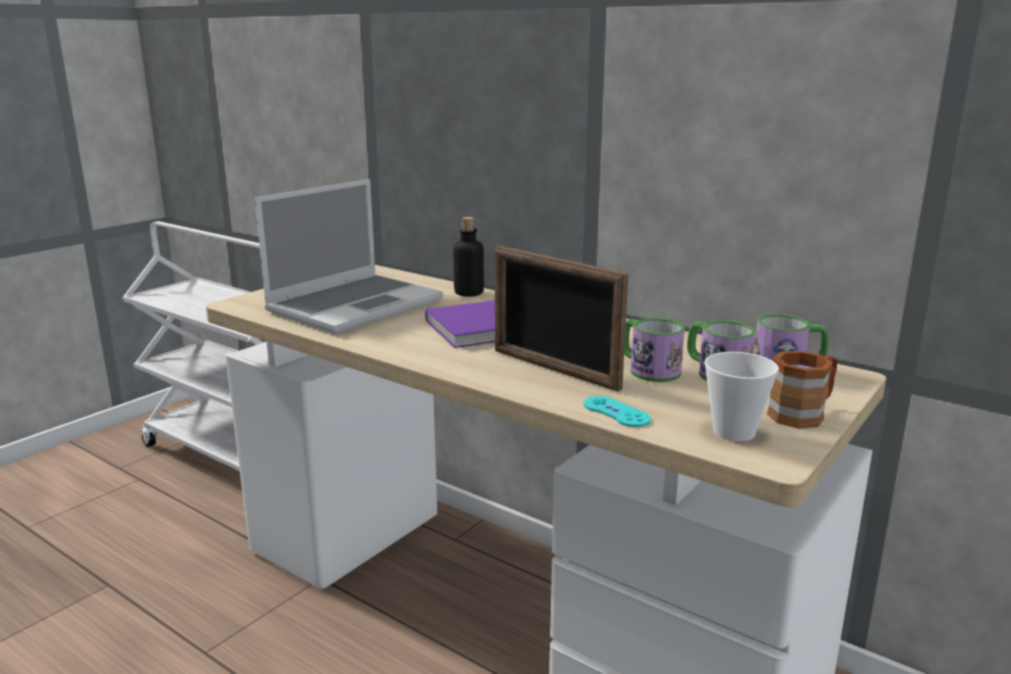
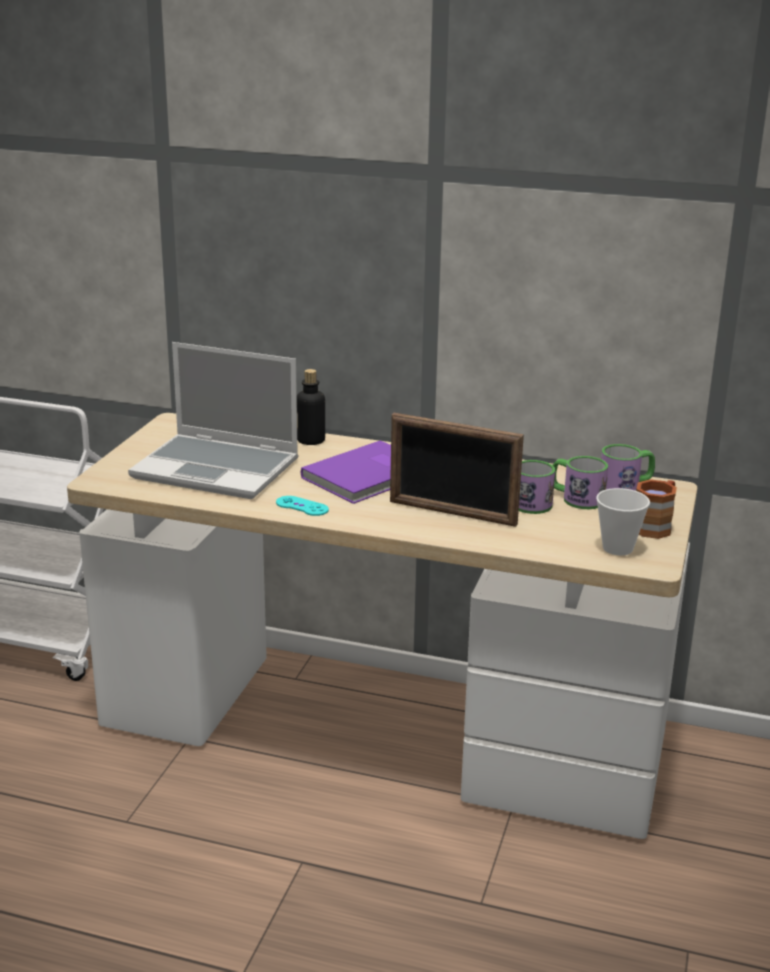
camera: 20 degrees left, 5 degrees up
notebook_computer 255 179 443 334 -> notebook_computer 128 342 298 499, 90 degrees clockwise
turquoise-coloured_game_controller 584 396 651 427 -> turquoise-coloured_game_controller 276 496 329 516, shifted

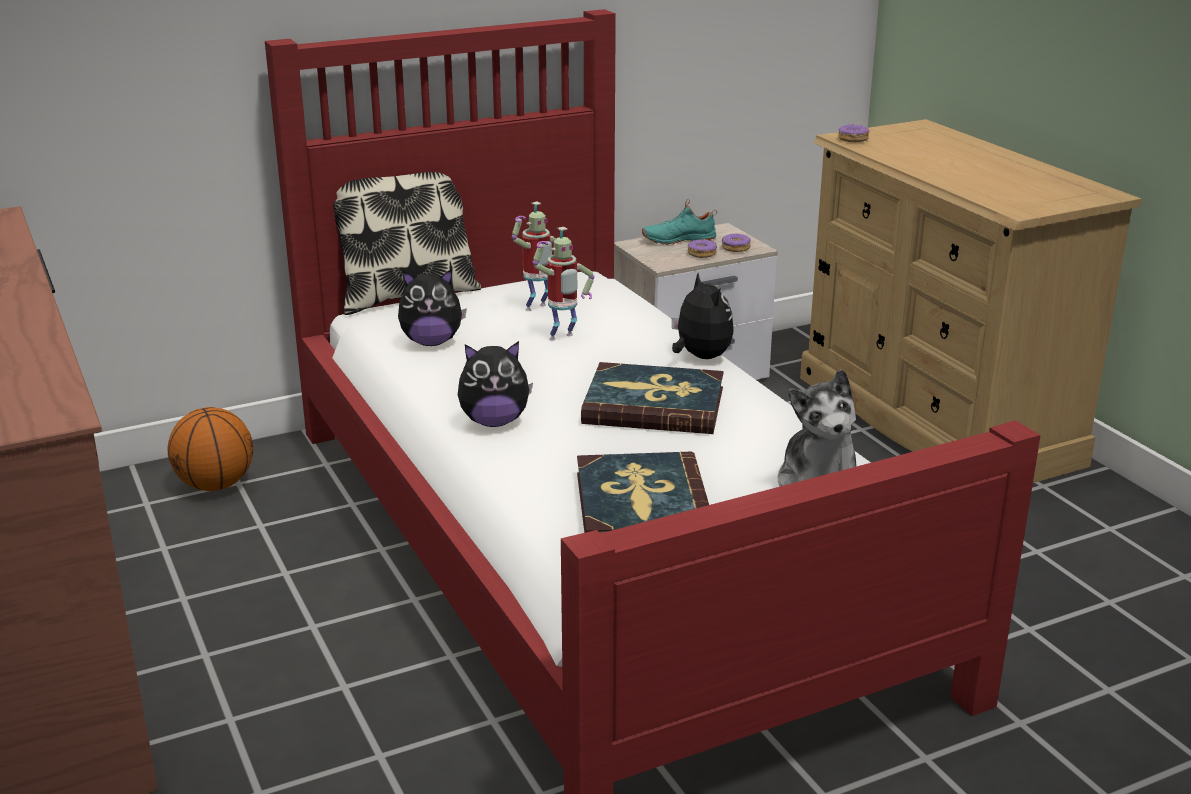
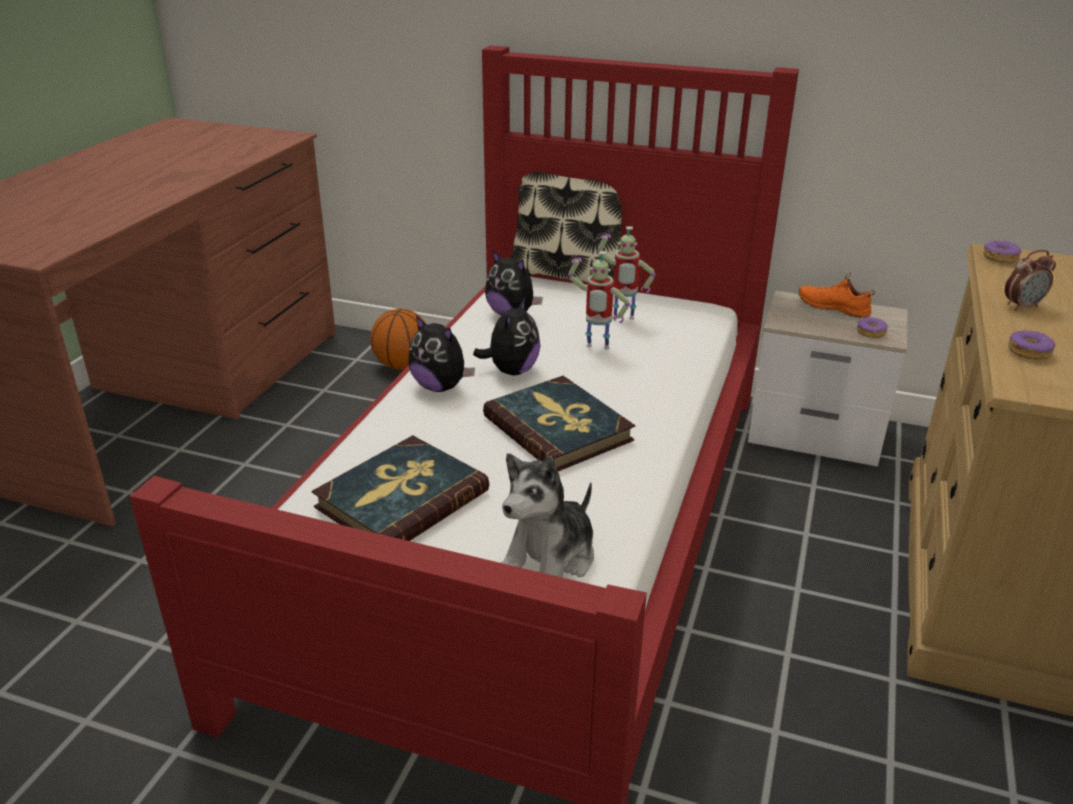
camera: 45 degrees right, 5 degrees up
turquoise-coloured_shoe 642 199 717 245 -> orangey_shoe 799 272 875 318
soft_toy 672 273 733 359 -> soft_toy 473 298 540 375, shifted
donut 688 239 717 258 -> donut 1008 330 1056 360, shifted
none -> table_clock 1005 250 1056 311

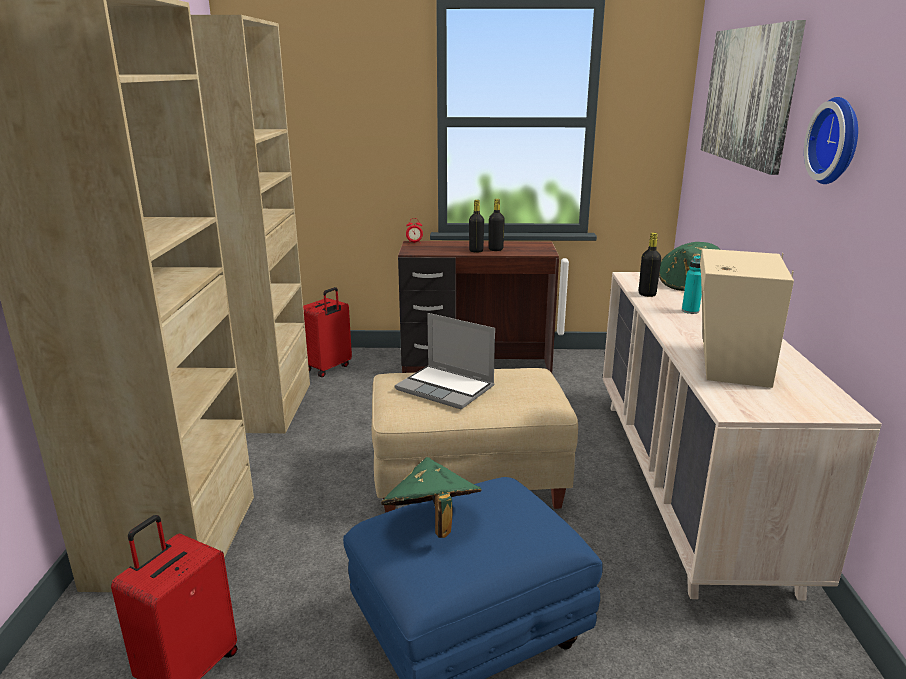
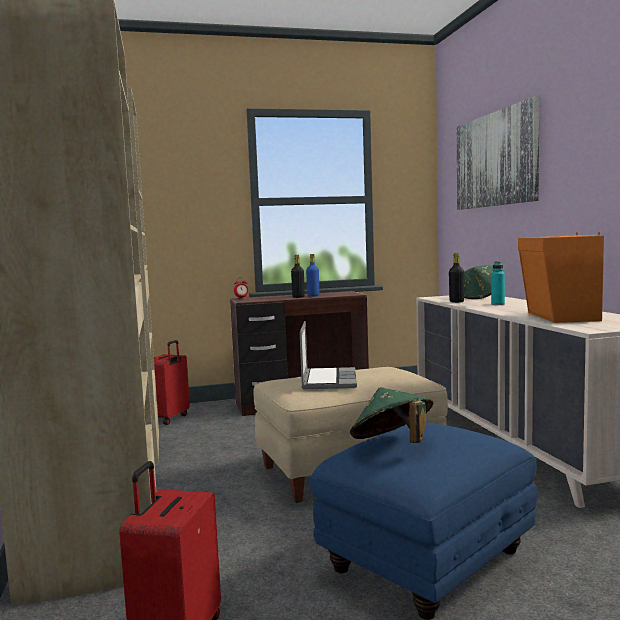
camera: 15 degrees left, 15 degrees down
notebook_computer 395 313 495 409 -> notebook_computer 300 321 357 389, 105 degrees counterclockwise
black-coloured_drink_bottle 489 199 505 251 -> blue_drink_bottle 306 254 319 297
sand-coloured_audio_speaker 700 249 794 388 -> orangey_audio_speaker 518 232 604 323
hanging_clock 804 97 858 184 -> none

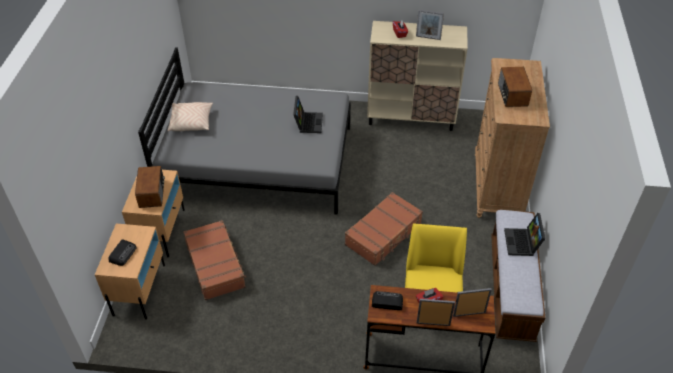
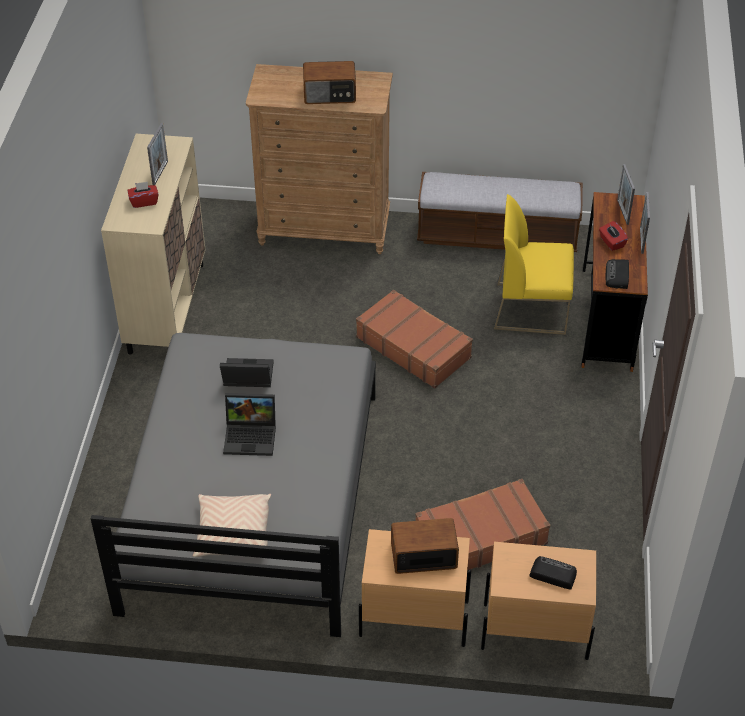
camera: 90 degrees left, 0 degrees up
notebook_computer 504 213 545 256 -> notebook_computer 223 393 276 456, shifted

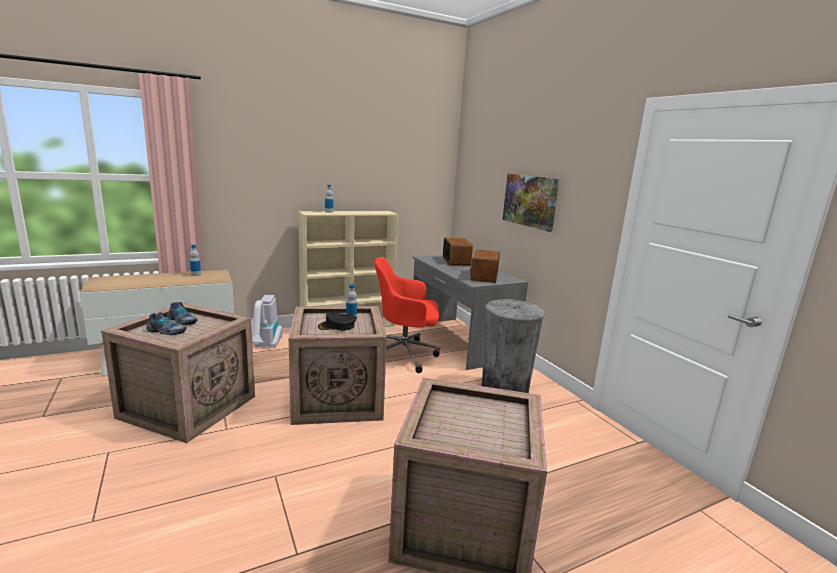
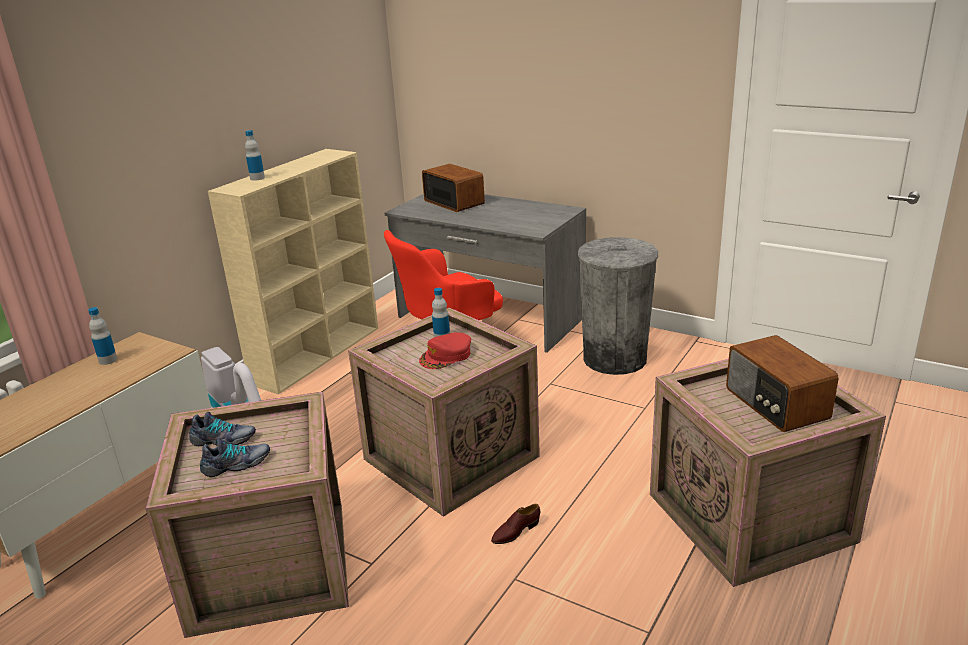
camera: 30 degrees left, 10 degrees up
black-coloured_cap 318 312 357 331 -> red_cap 419 332 471 369
radio_receiver 469 249 500 283 -> radio_receiver 726 335 839 432, shifted
wall_picture 502 173 559 232 -> none
none -> brown-coloured_shoe 491 504 540 544

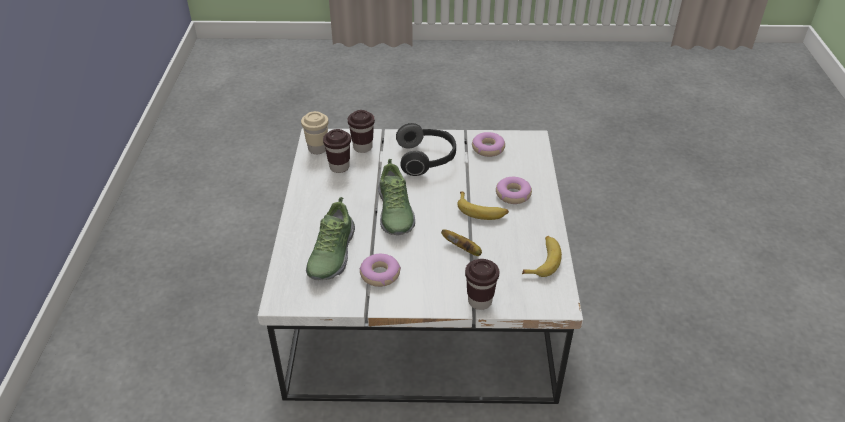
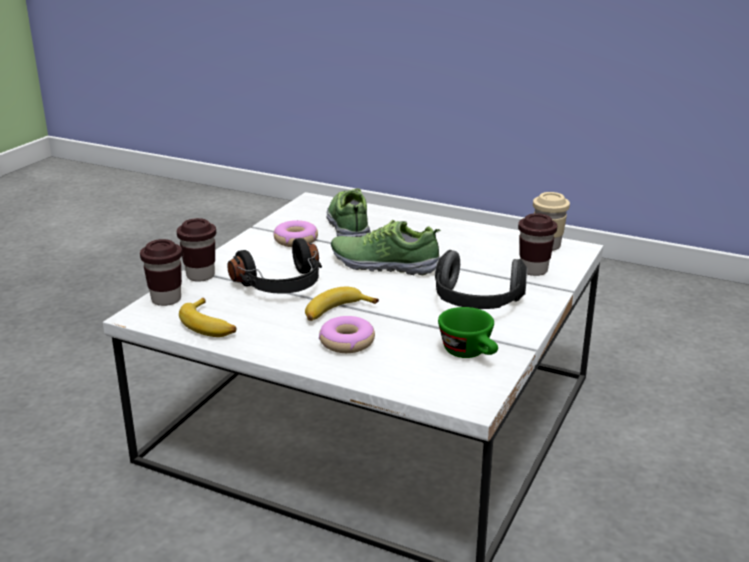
camera: 115 degrees right, 15 degrees down
shoe 306 197 355 280 -> shoe 326 188 371 237, 45 degrees clockwise
brown-coloured_cup 323 129 351 173 -> brown-coloured_cup 140 239 182 306, shifted
banana 441 229 482 256 -> black-coloured_pair_of_headphones 227 238 322 294
donut 472 132 505 157 -> greenish_cup 438 307 498 358

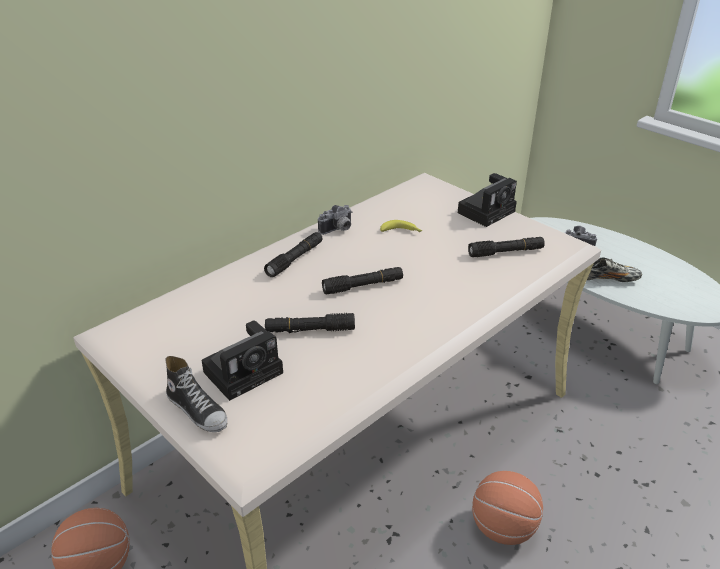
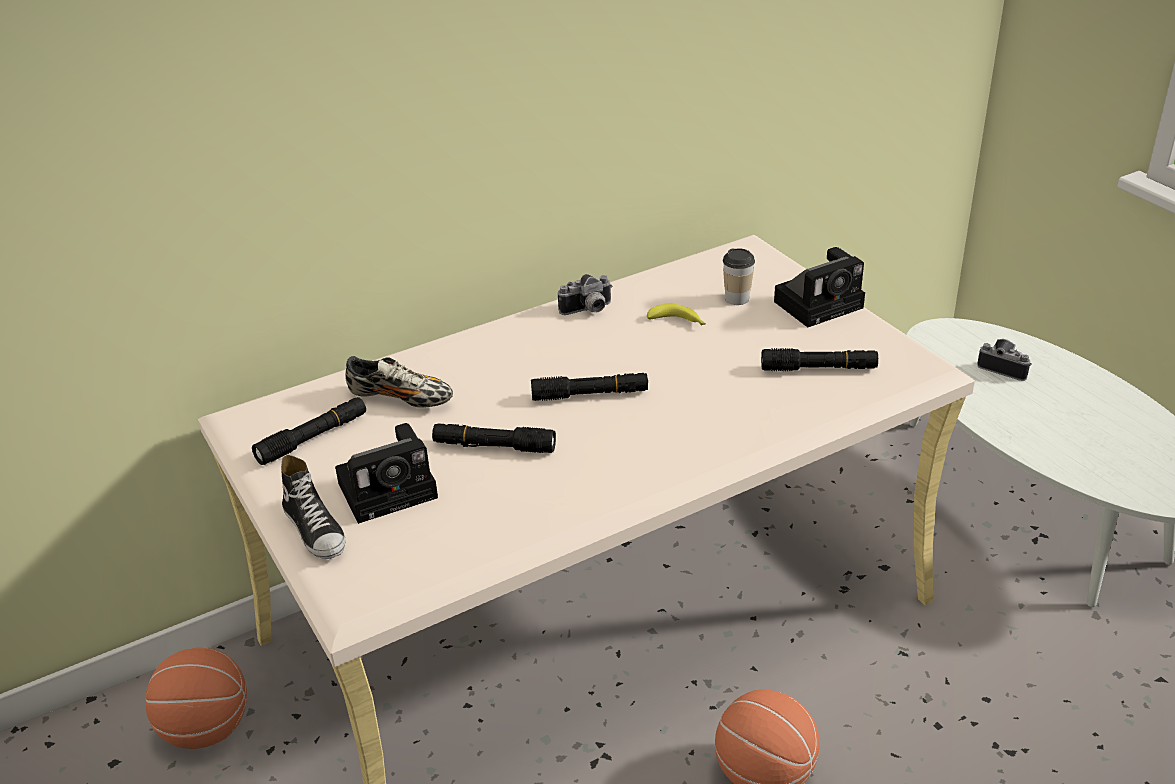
camera: 15 degrees right, 0 degrees up
black-coloured_torch 264 232 323 277 -> black-coloured_torch 252 397 366 465, shifted
shoe 587 257 642 282 -> shoe 345 356 453 408, shifted
none -> cup 723 248 755 305

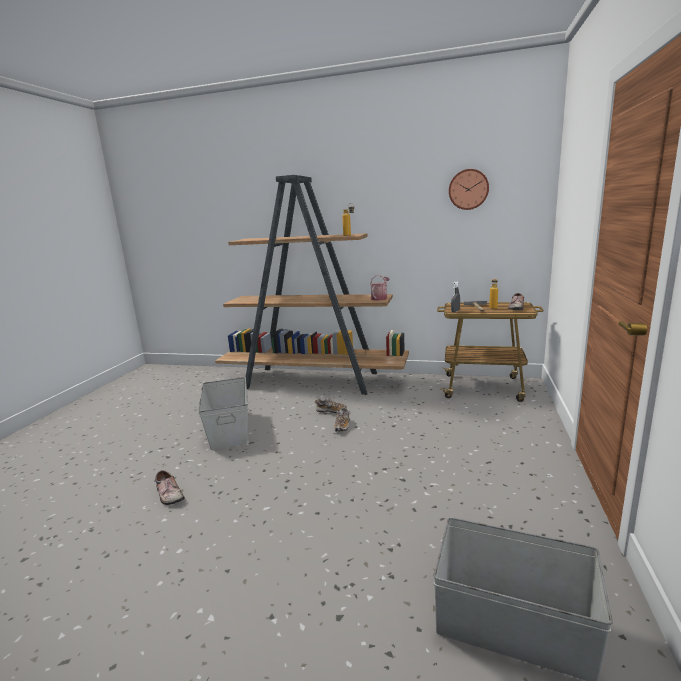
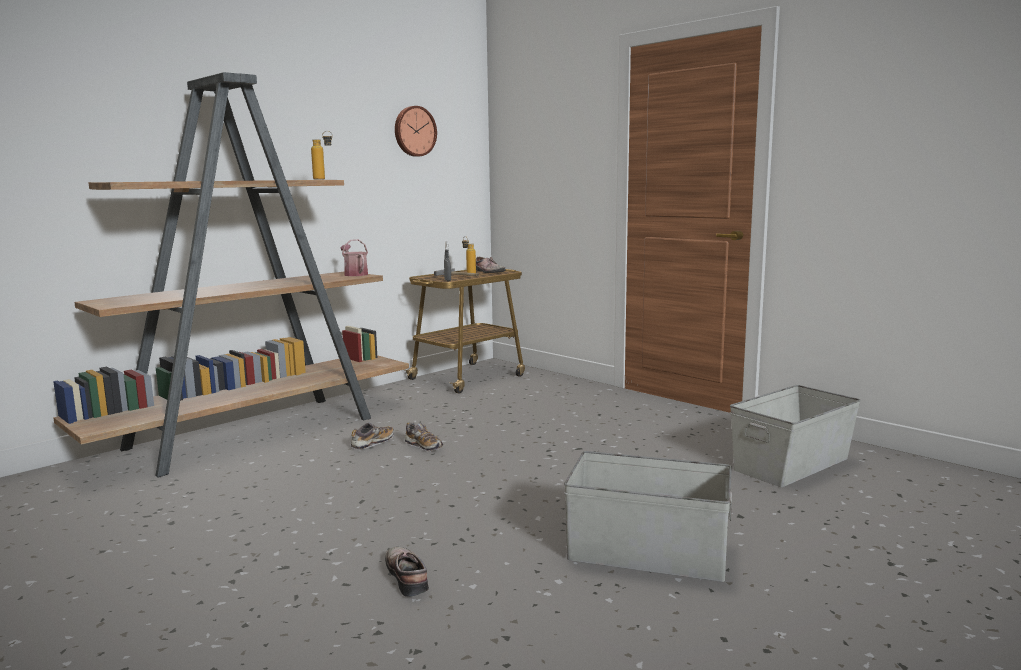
camera: 60 degrees left, 5 degrees down
shoe 156 470 185 505 -> shoe 385 547 429 597, 105 degrees counterclockwise
gray_storage_box 198 377 248 450 -> gray_storage_box 564 451 732 582, shifted

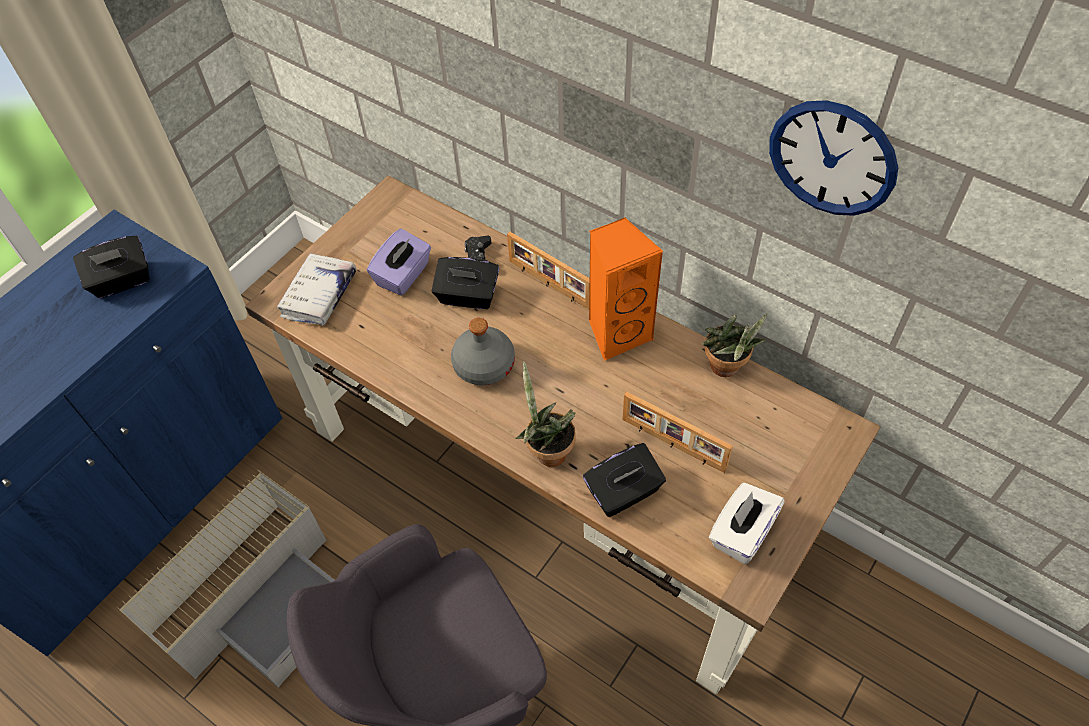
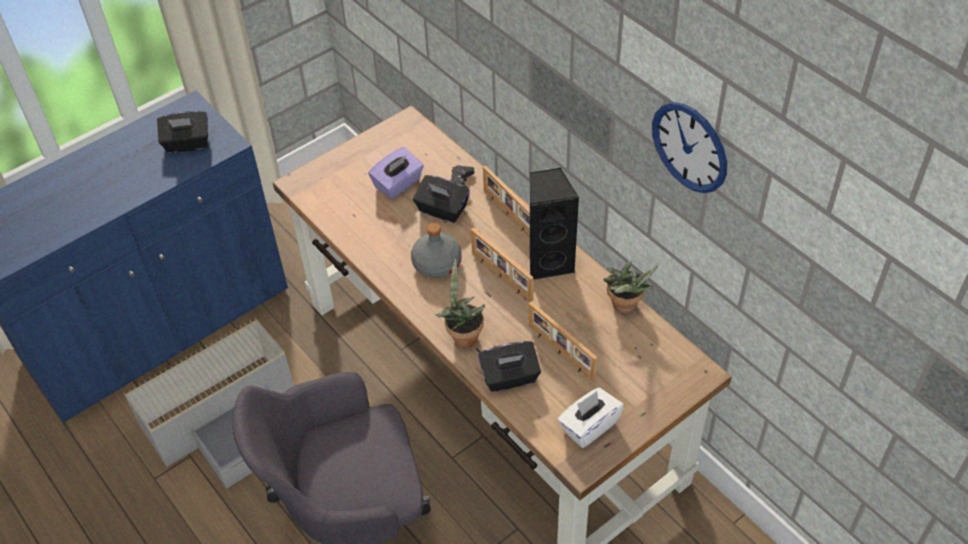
camera: 15 degrees right, 5 degrees down
white_volume 277 253 356 326 -> none
orangey_audio_speaker 589 217 663 361 -> black-coloured_audio_speaker 530 168 579 280
none -> picture_frame 471 228 533 302

